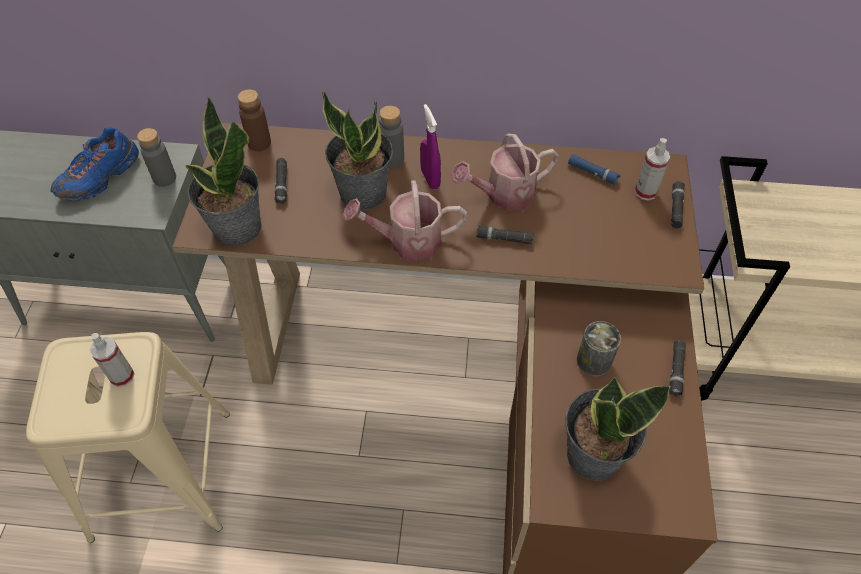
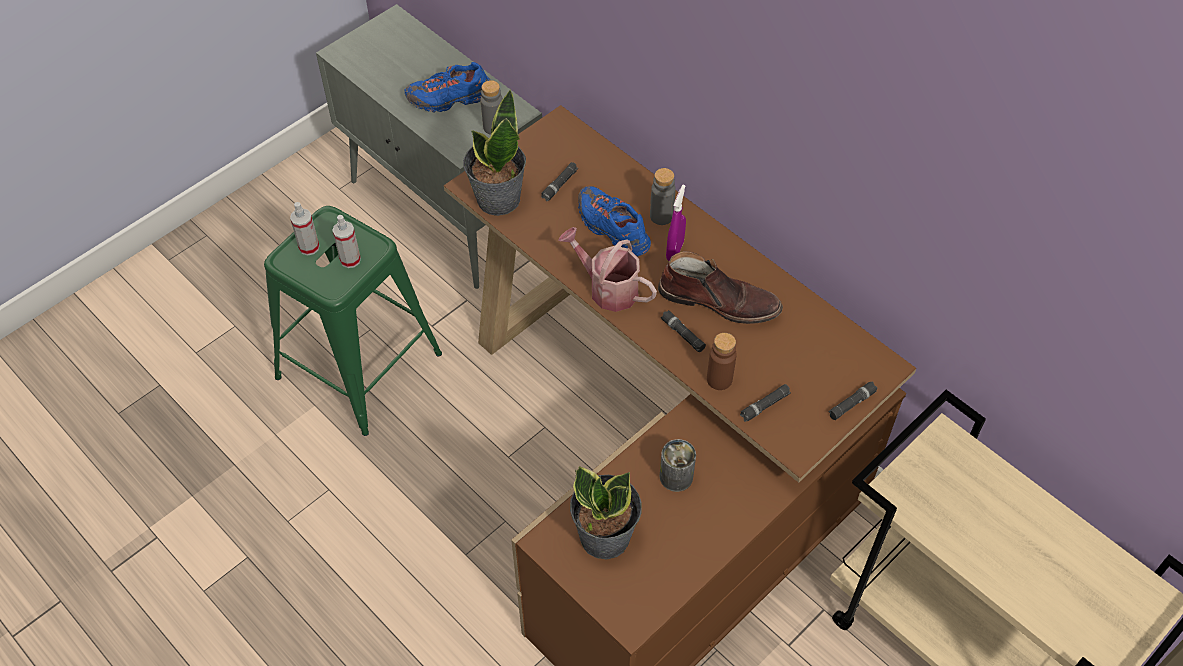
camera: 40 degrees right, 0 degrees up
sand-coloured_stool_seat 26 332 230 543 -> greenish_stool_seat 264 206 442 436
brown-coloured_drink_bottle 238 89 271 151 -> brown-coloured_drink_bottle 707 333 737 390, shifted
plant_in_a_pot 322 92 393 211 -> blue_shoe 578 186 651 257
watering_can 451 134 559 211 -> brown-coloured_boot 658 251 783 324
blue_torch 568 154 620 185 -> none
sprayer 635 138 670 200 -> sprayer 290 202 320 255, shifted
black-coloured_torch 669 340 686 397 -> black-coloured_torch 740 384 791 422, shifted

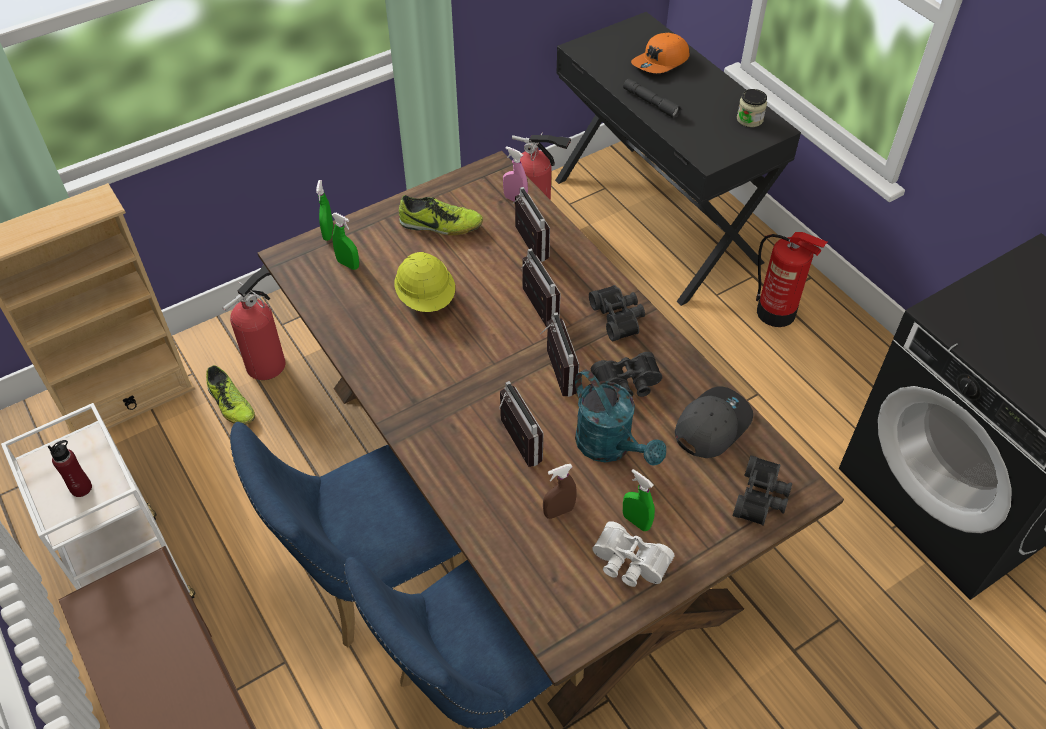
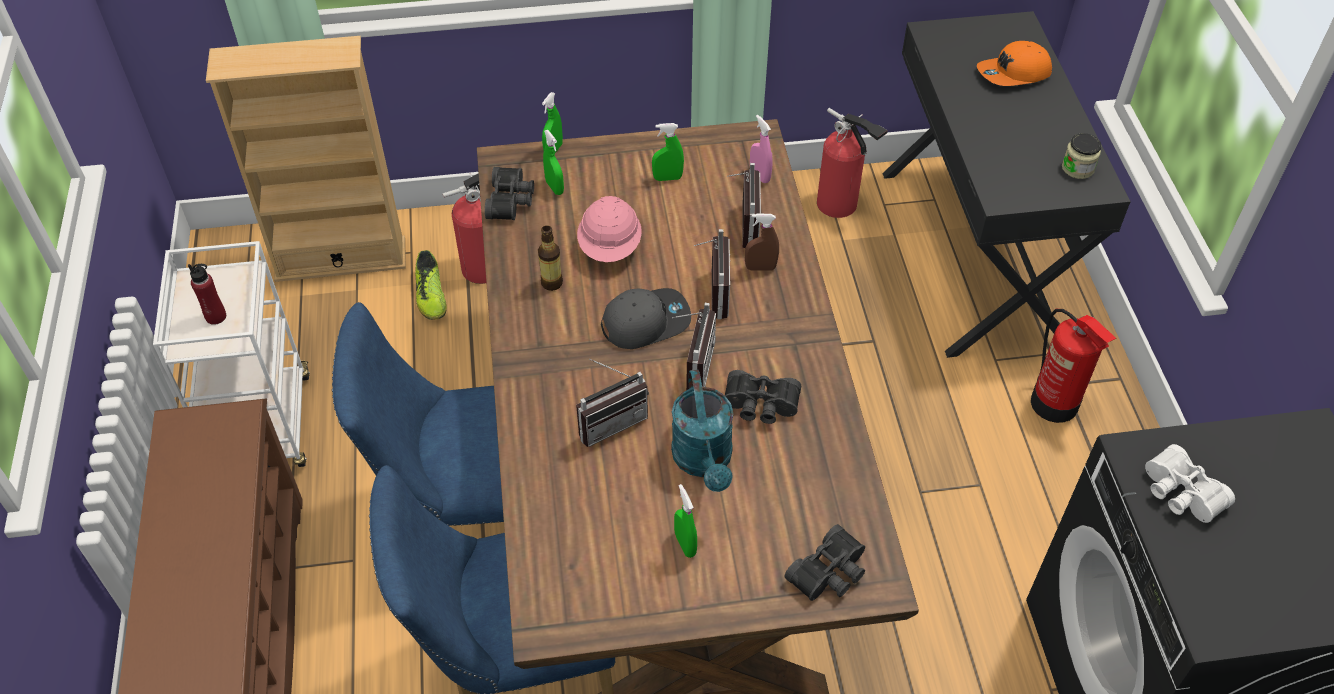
camera: 25 degrees right, 0 degrees up
yellow-coloured_safety_helmet 394 252 455 312 -> pink_safety_helmet 577 196 642 262
shoe 399 195 483 235 -> greenish_sprayer 652 123 684 181
radio_receiver 499 381 543 467 -> radio_receiver 576 359 649 447, 60 degrees clockwise
brown-coloured_sprayer 543 464 577 519 -> brown-coloured_sprayer 745 213 779 271, shifted
black-coloured_binoculars 589 285 645 341 -> black-coloured_binoculars 485 167 534 220, shifted
white_binoculars 592 521 674 587 -> white_binoculars 1145 444 1235 523, shifted
gray_torch 623 79 681 119 -> none
gray_cap 675 386 753 458 -> gray_cap 601 288 691 349, shifted
none -> drink_bottle 538 225 563 291

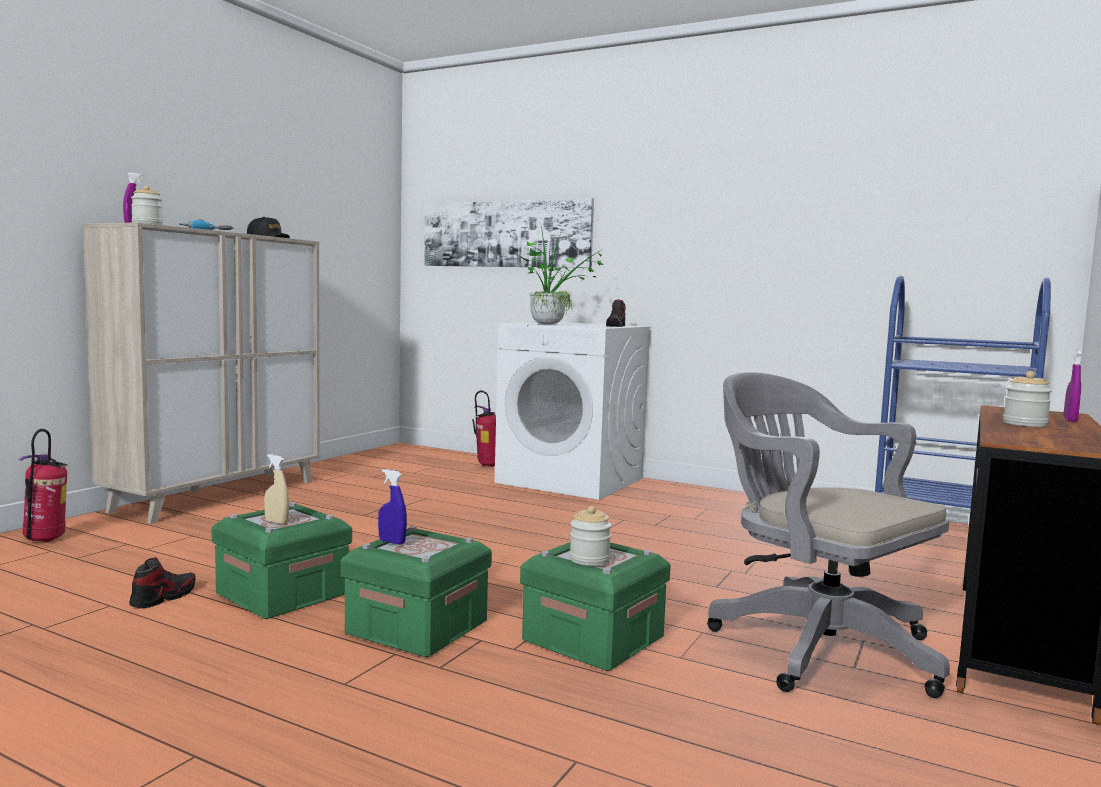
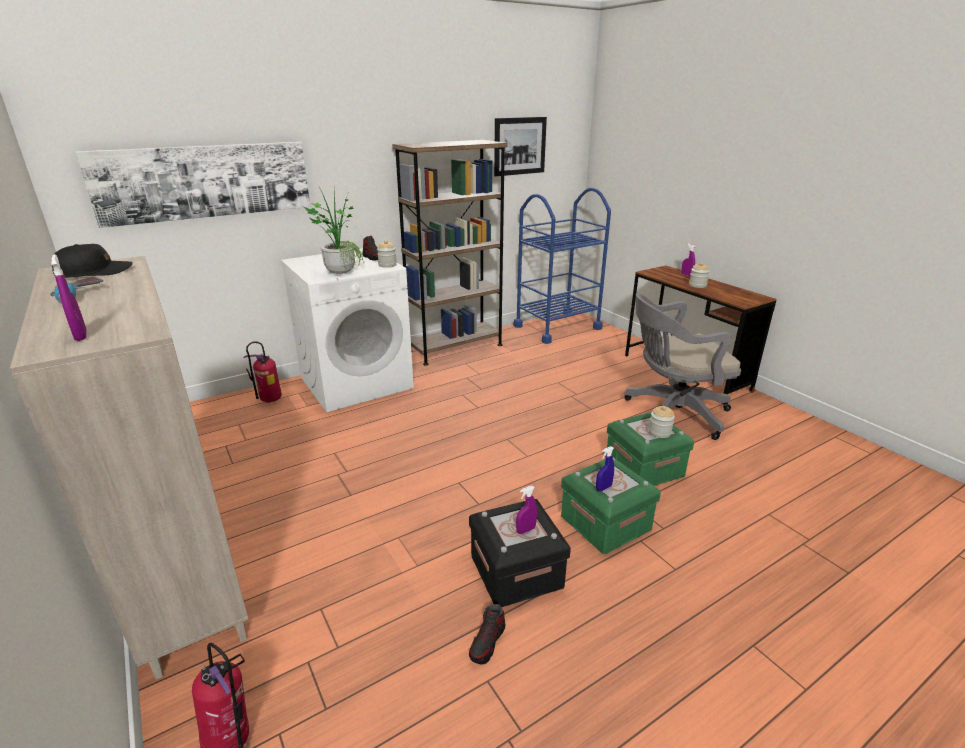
camera: 60 degrees left, 20 degrees up
shoe 129 557 196 608 -> shoe 469 604 506 665, 120 degrees counterclockwise
jar 131 186 163 225 -> jar 377 240 397 268, shifted
greenish_storage_box 211 502 352 619 -> black-coloured_storage_box 469 499 571 607
sand-coloured_sprayer 264 454 289 524 -> purplish_sprayer 516 486 537 534
none -> brown-coloured_bookshelf 392 140 508 366
none -> wall_picture 494 117 547 176

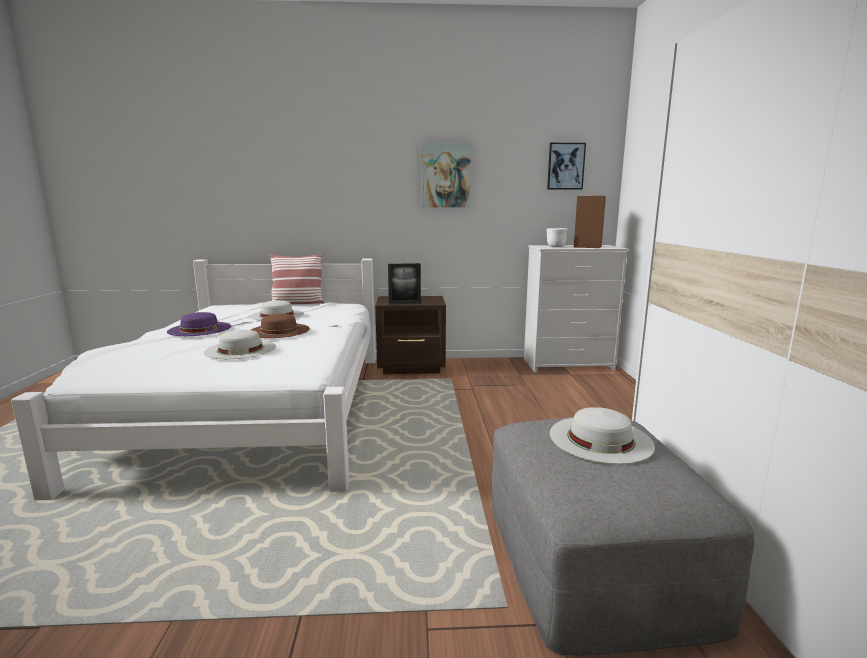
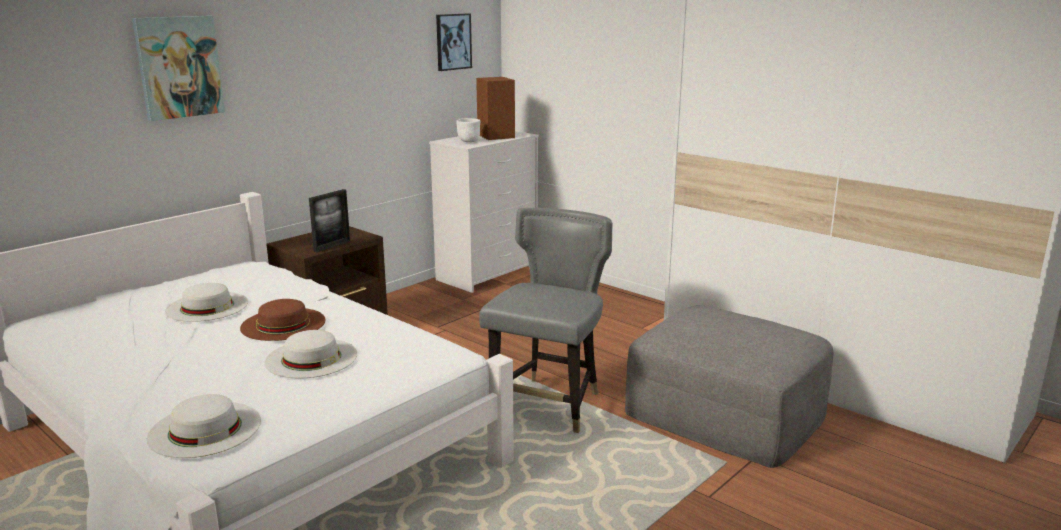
camera: 45 degrees left, 5 degrees up
purplish_clothing_hat 167 312 231 336 -> none
throw_pillow 270 254 324 304 -> none
wall_picture 421 143 471 208 -> wall_picture 132 16 225 121, shifted
white_clothing_hat 550 407 655 464 -> white_clothing_hat 147 394 261 458, shifted
none -> gray_upright_chair 479 208 613 433

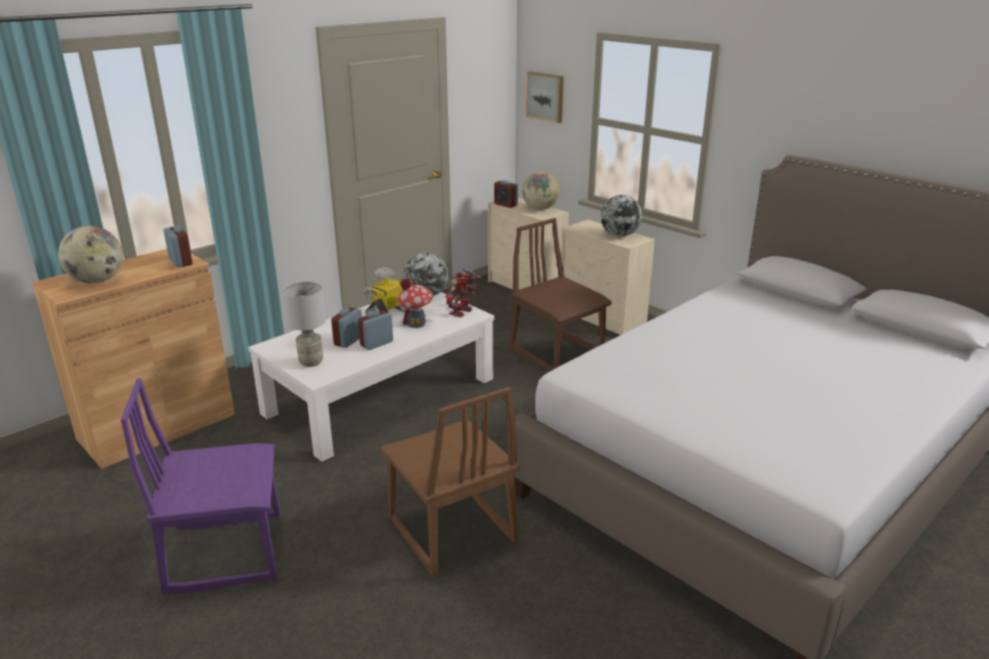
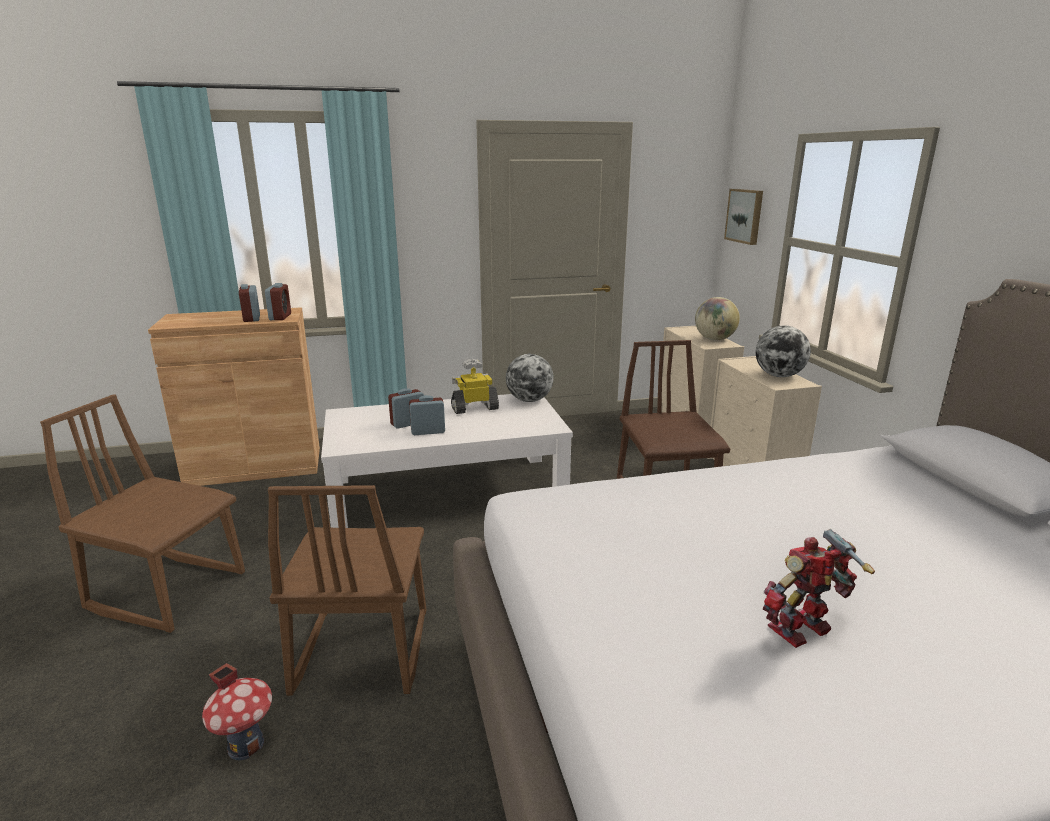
camera: 30 degrees right, 5 degrees down
globe 58 226 123 284 -> none
purplish_upright_chair 120 378 280 594 -> brown-coloured_upright_chair 40 394 245 633
gray_lamp_for_a_table 283 281 326 367 -> none
miniature_house 398 277 433 328 -> miniature_house 202 663 272 760, shifted
toy_robot 445 267 482 317 -> toy_robot 763 529 875 648, shifted
table_clock 494 180 518 208 -> table_clock 239 284 260 322, shifted

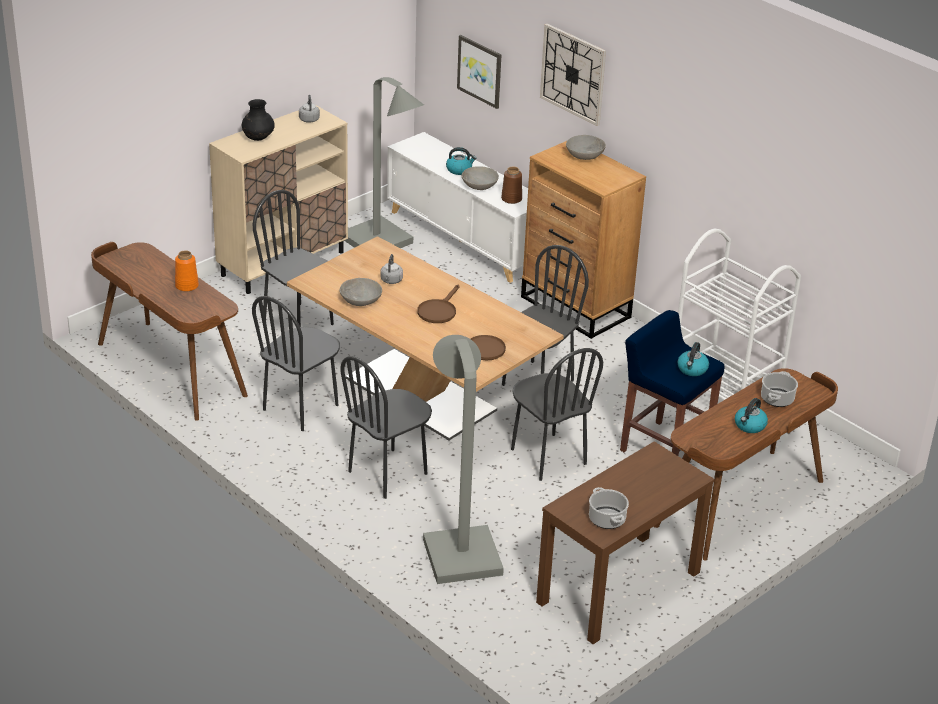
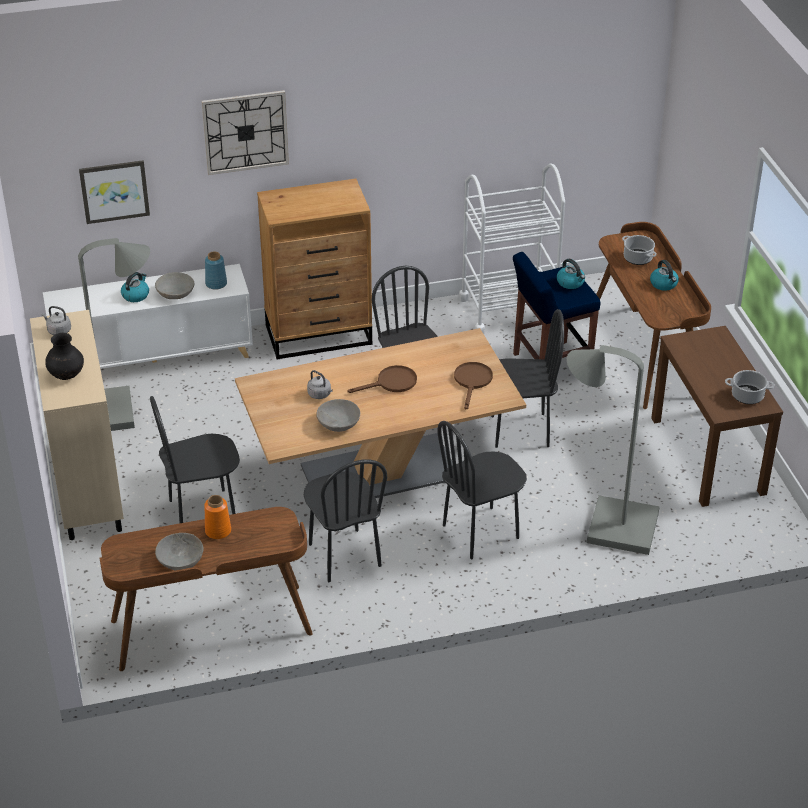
camera: 60 degrees left, 5 degrees up
black-coloured_upright_chair 340 356 432 499 -> black-coloured_upright_chair 437 421 527 559, 75 degrees clockwise
brown-coloured_skillet 417 284 460 323 -> brown-coloured_skillet 348 365 417 393, 75 degrees counterclockwise
brown-coloured_vase 501 166 522 204 -> blue_vase 205 252 227 290
gray_serving_bowl 566 135 606 160 -> gray_serving_bowl 155 533 204 570, shifted

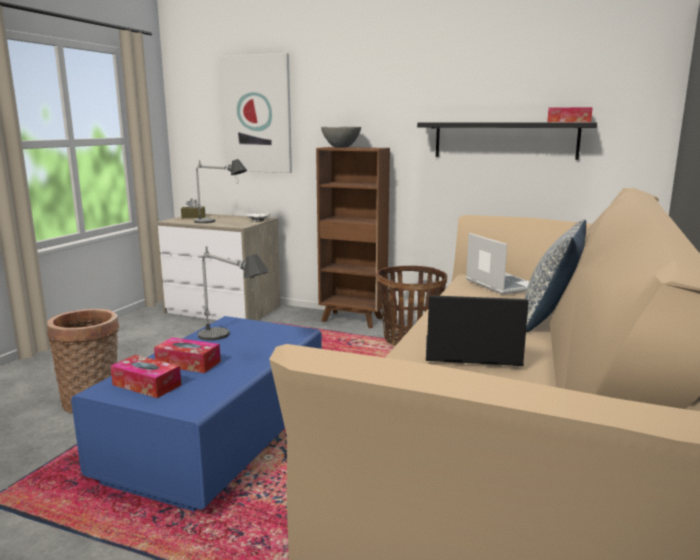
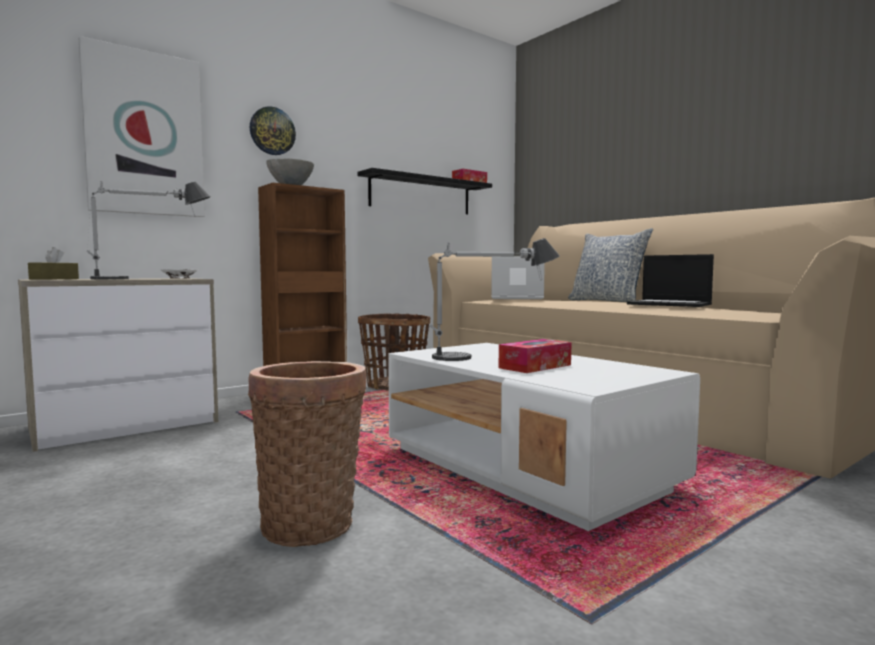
camera: 60 degrees left, 10 degrees down
blue_lounge_table 71 316 322 512 -> white_lounge_table 388 343 700 531
box_of_tissues 110 355 181 398 -> none
notebook_computer 426 295 529 366 -> notebook_computer 627 254 714 307, 90 degrees counterclockwise
none -> hanging_clock 250 106 296 155

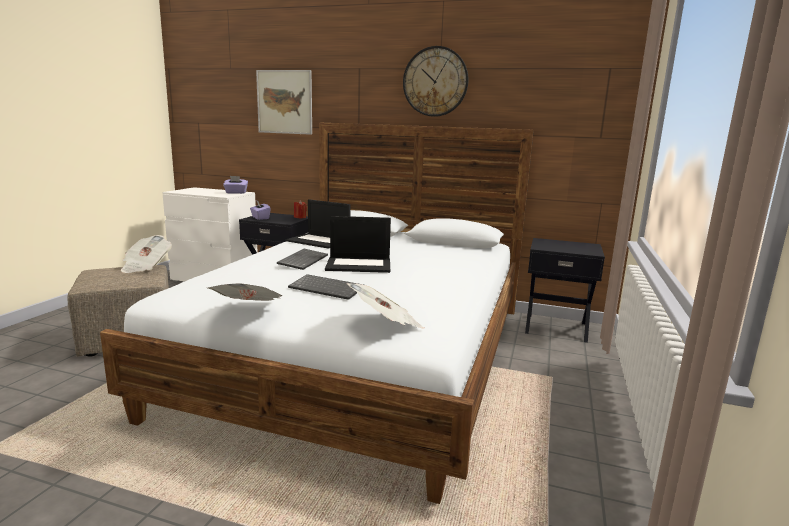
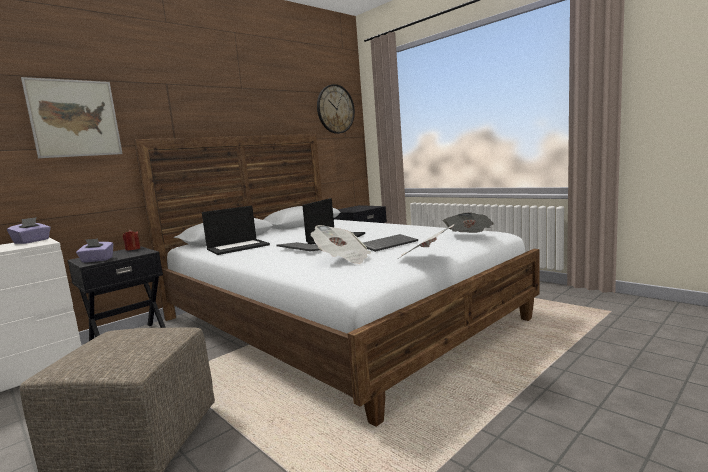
camera: 60 degrees left, 5 degrees down
newspaper 121 235 172 273 -> newspaper 311 225 371 264, shifted
hanging_clock 403 46 469 117 -> hanging_clock 317 84 355 134, shifted

